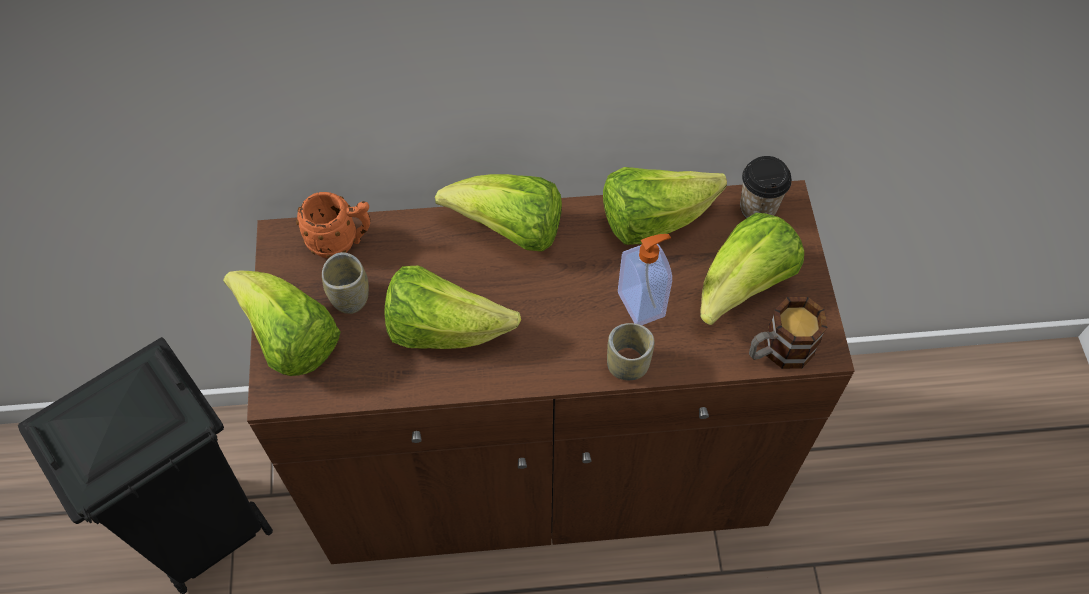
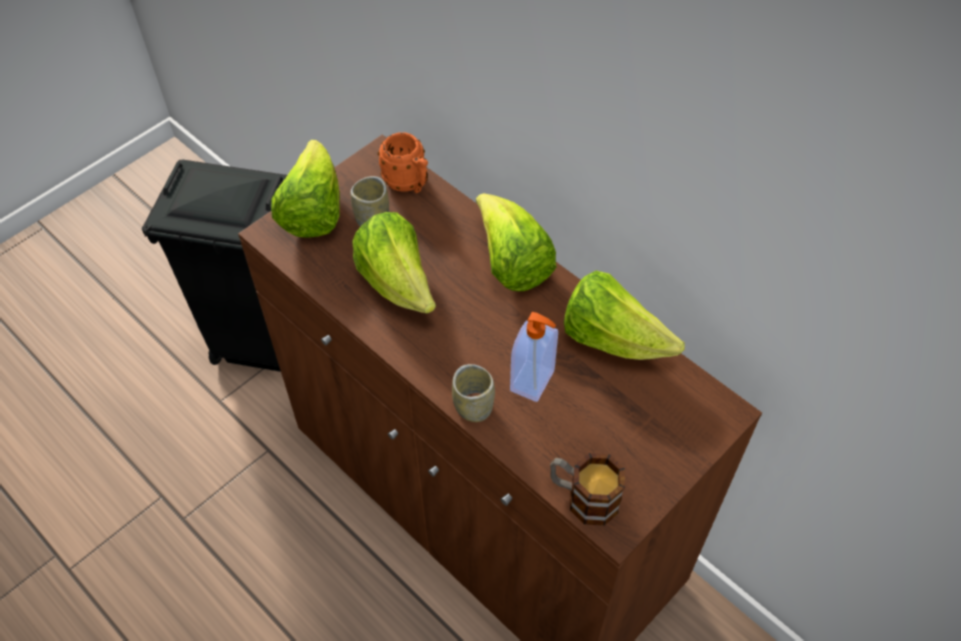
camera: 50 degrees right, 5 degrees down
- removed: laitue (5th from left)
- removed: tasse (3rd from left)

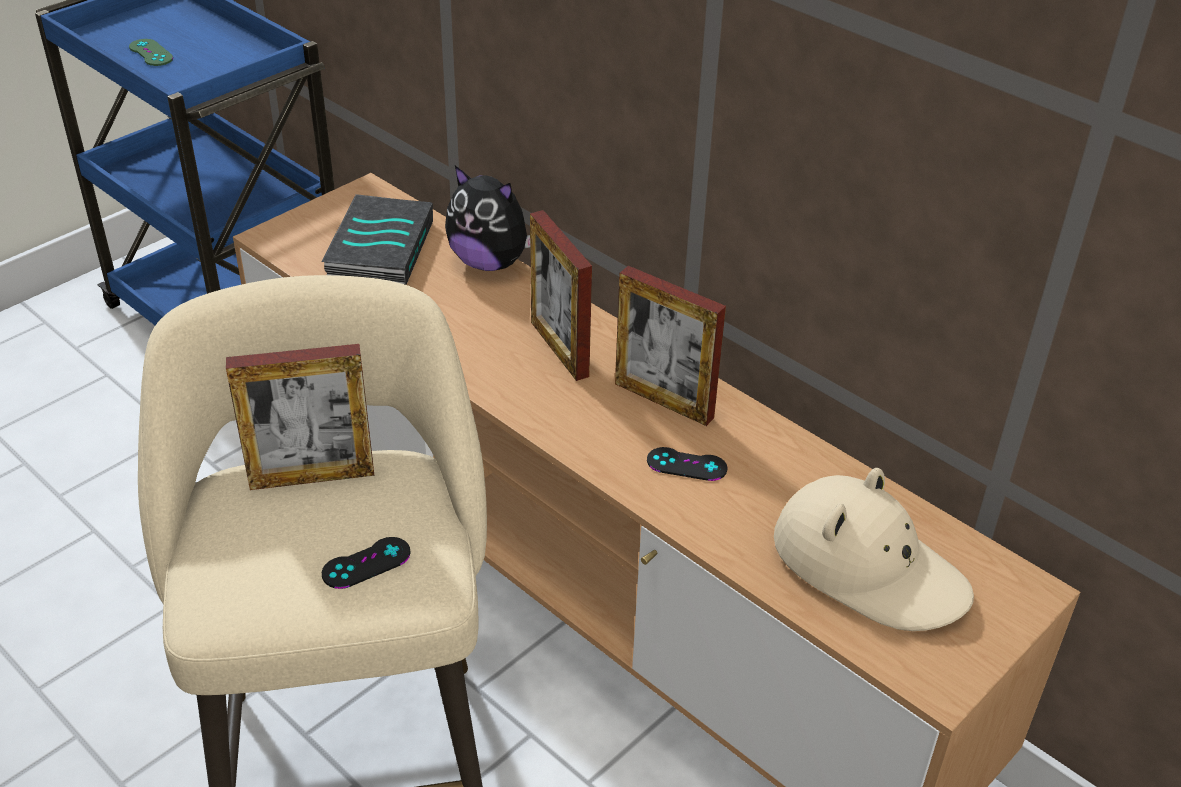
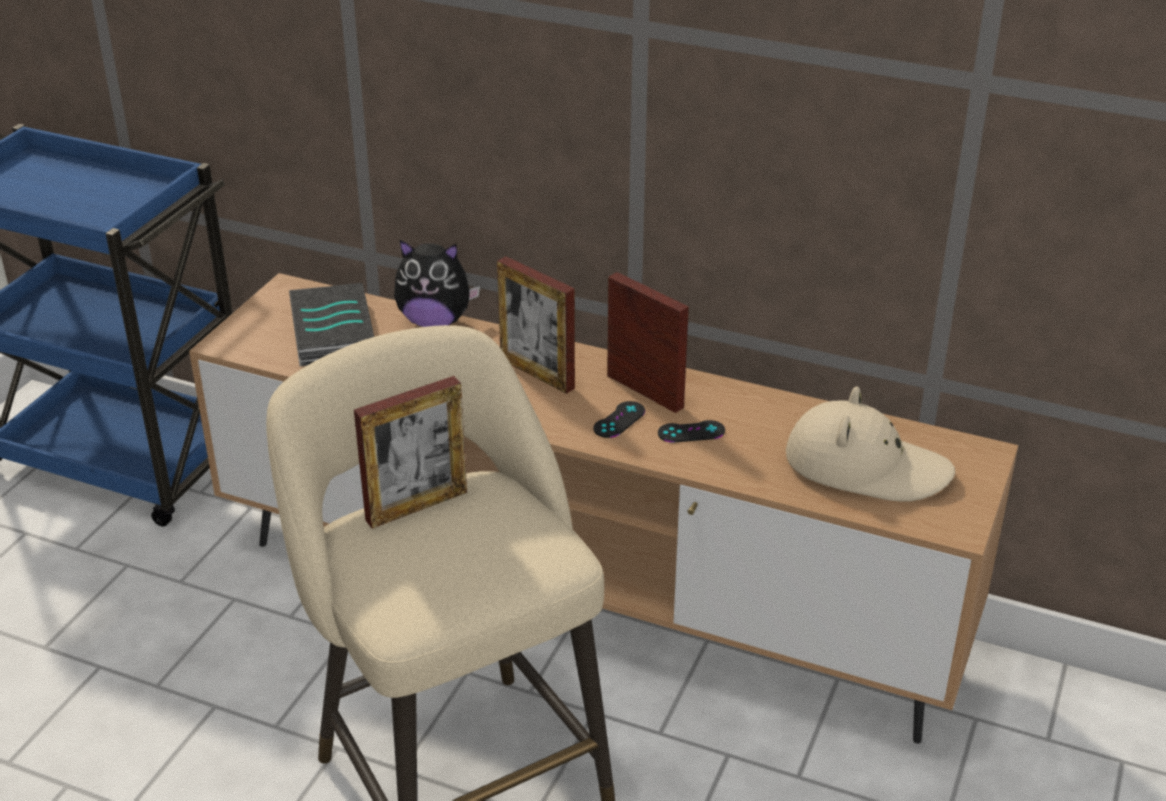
camera: 20 degrees left, 5 degrees down
- removed: manette/vert
- moved: manette/noir (1st from left)
- turned: cadre photo (3rd from left) 150 degrees counterclockwise

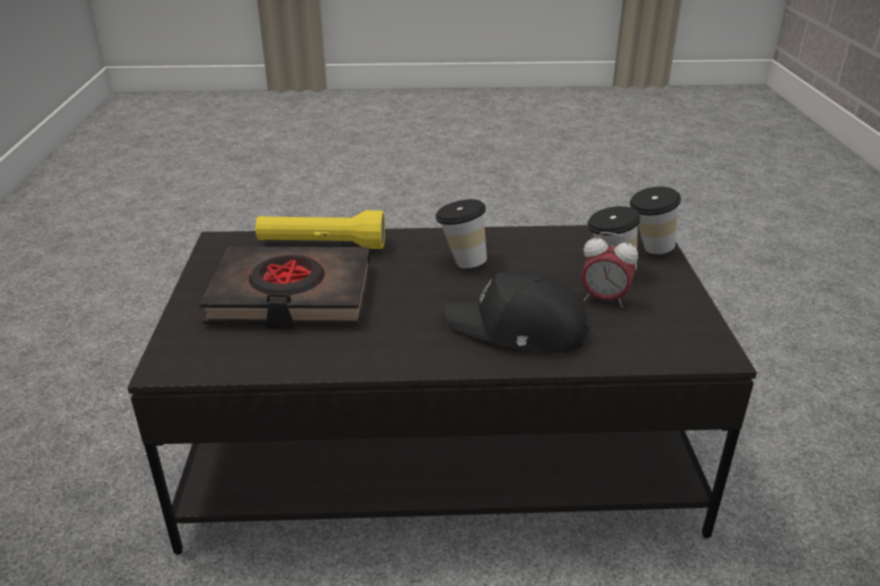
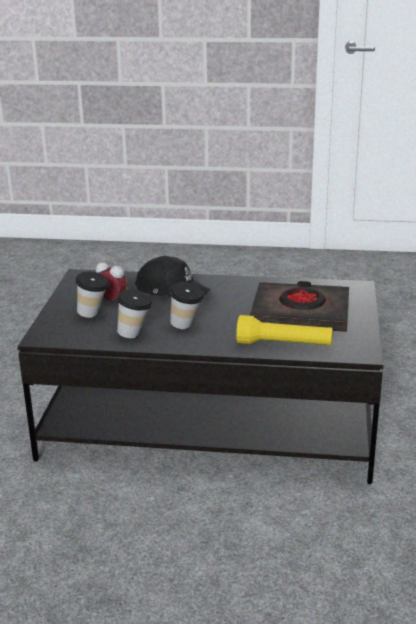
camera: 170 degrees left, 5 degrees down
- moved: tasse (3rd from left in the first image) to tasse (2nd from left)

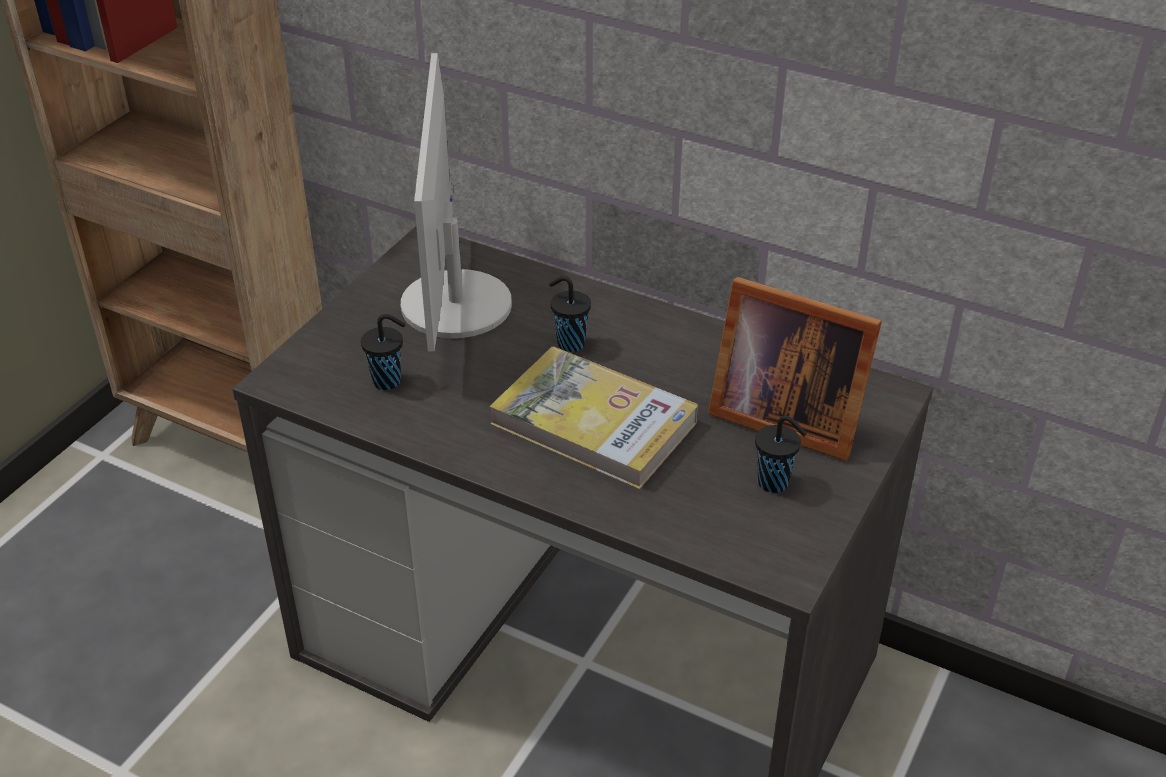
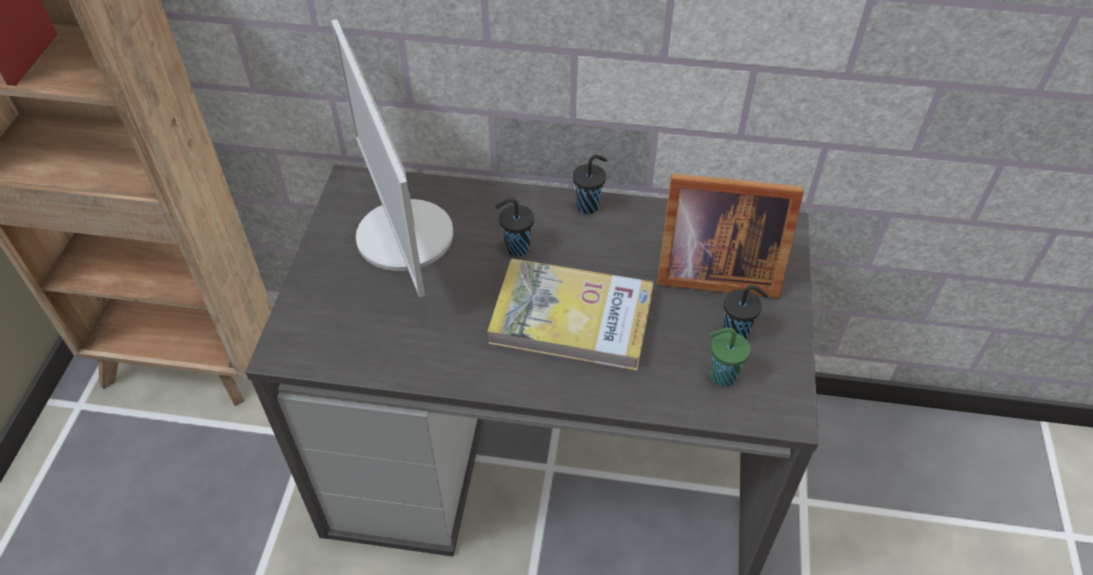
camera: 20 degrees left, 10 degrees up
- moved: tasse/noir (1st from left in the first image) to tasse/noir (2nd from left)
- added: tasse/vert

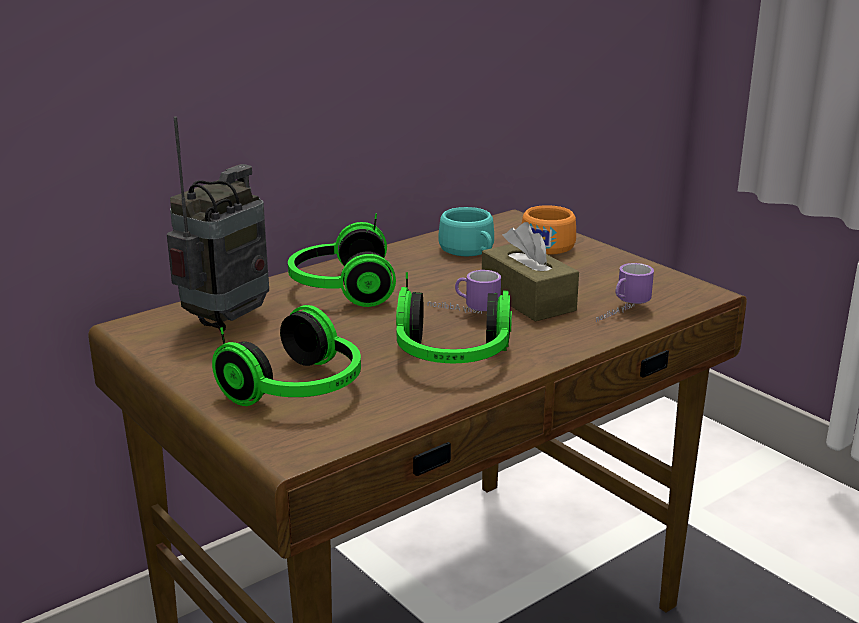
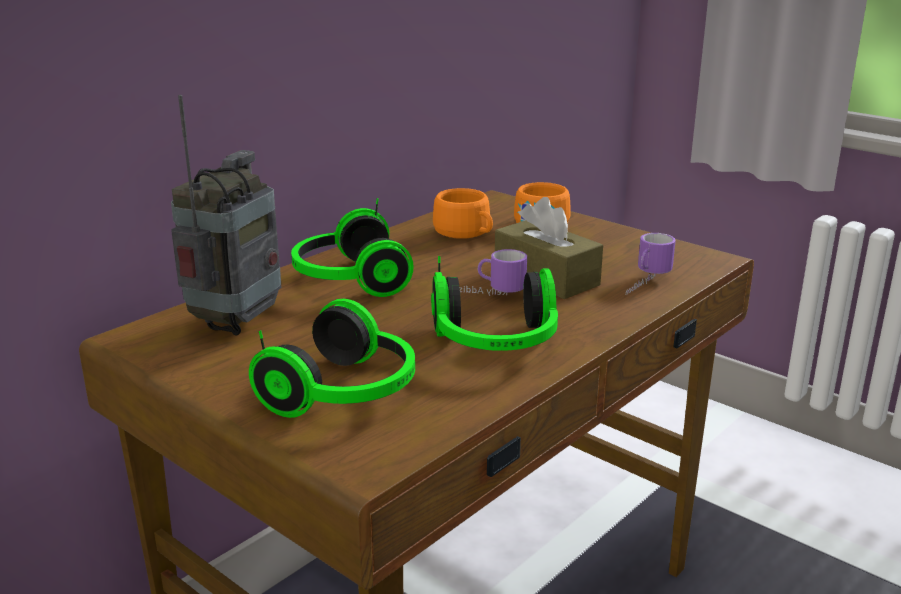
camera: 10 degrees left, 0 degrees up
- recoloured: tasse/turquoise to tasse/orange (1st from left)

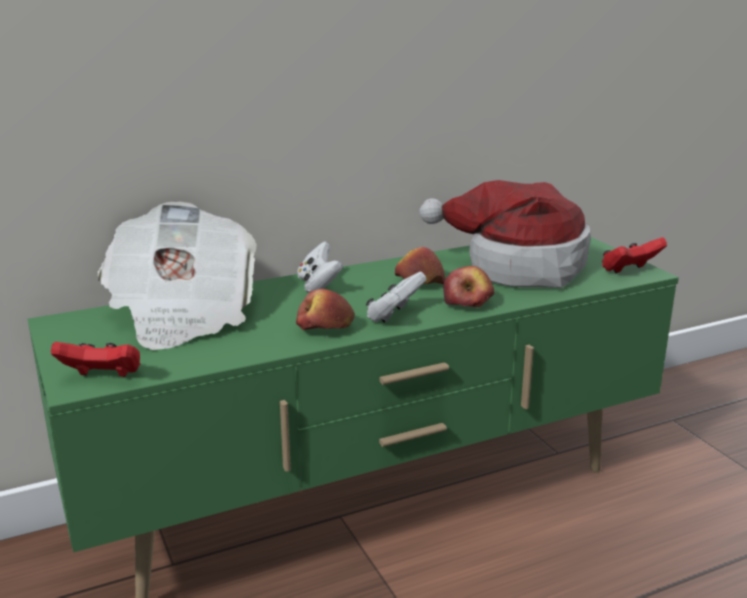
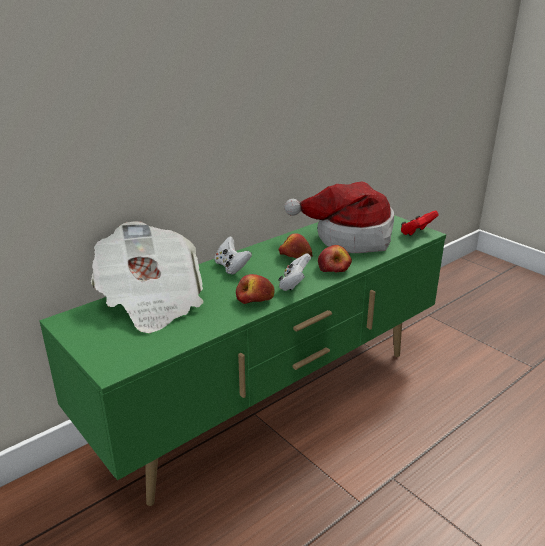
camera: 15 degrees left, 5 degrees up
- removed: manette/rouge (1st from left)

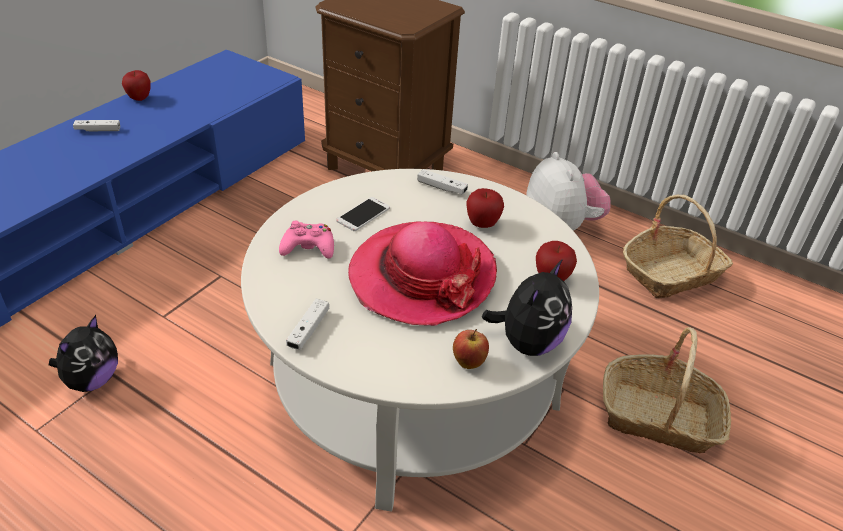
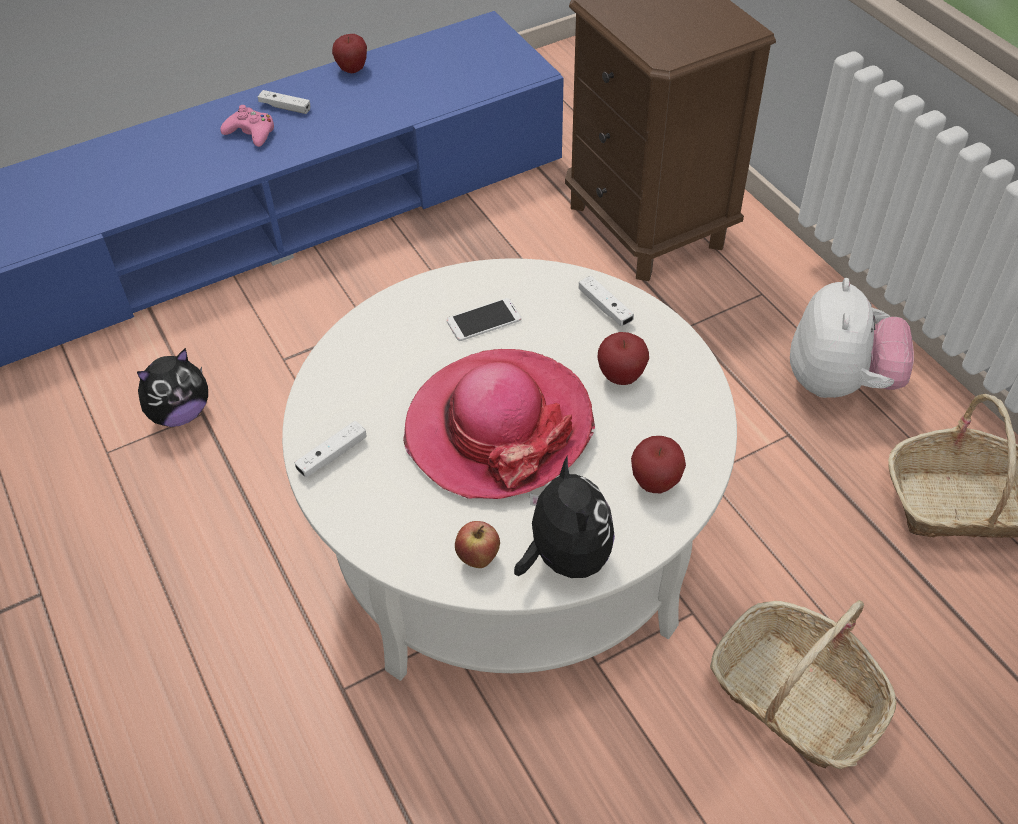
camera: 30 degrees right, 10 degrees up
- moved: manette/rose
- turned: peluche (2nd from left) 75 degrees counterclockwise

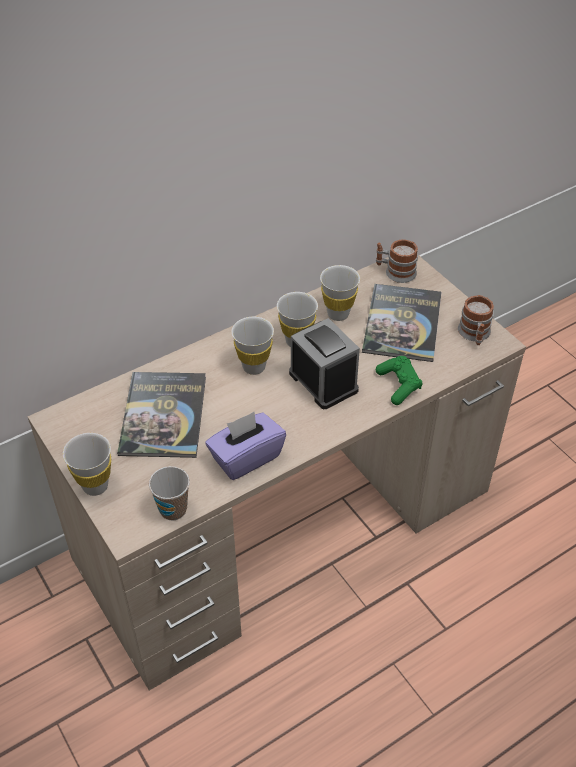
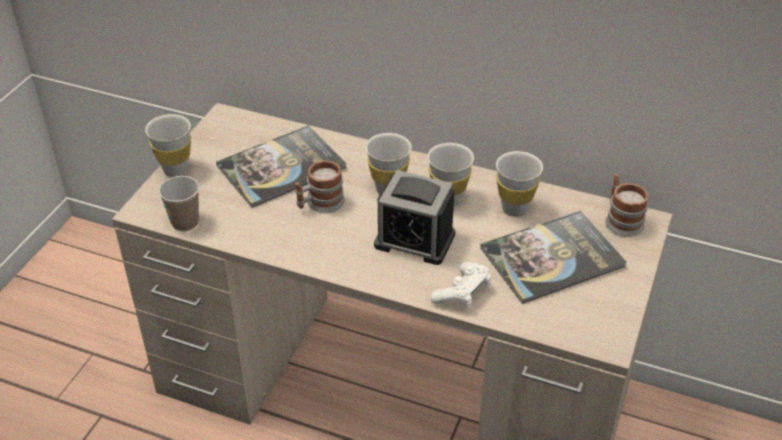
camera: 55 degrees right, 5 degrees down
- removed: boîte à mouchoirs/violet
- turned: réveil 90 degrees clockwise
- recoloured: manette/vert to manette/blanc
- moved: mug (2nd from left in the first image) to mug (1st from left)

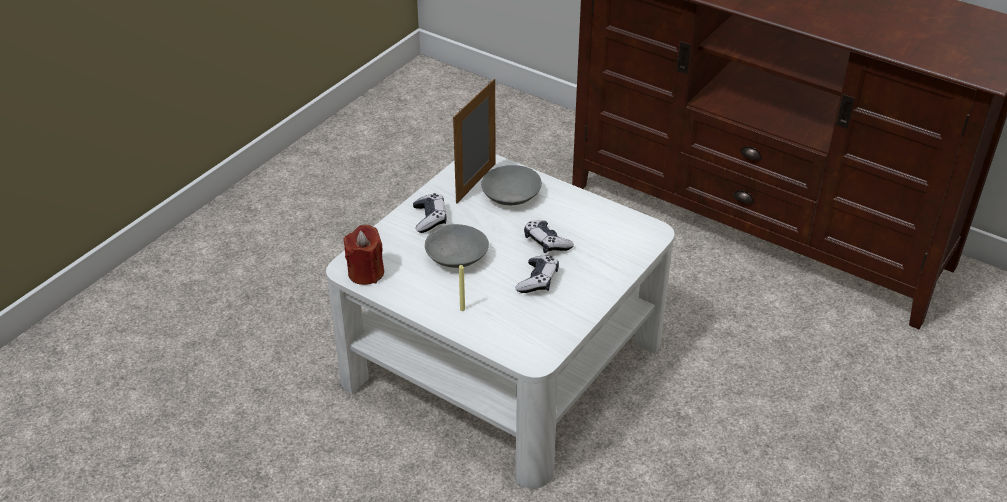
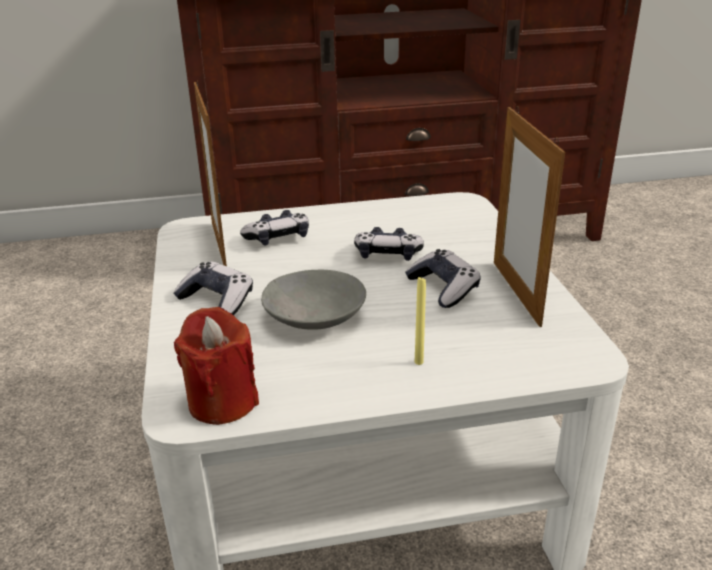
camera: 45 degrees left, 10 degrees down
- replaced: bol/gris (2nd from left) to manette (2nd from left)
- added: cadre photo (2nd from left)

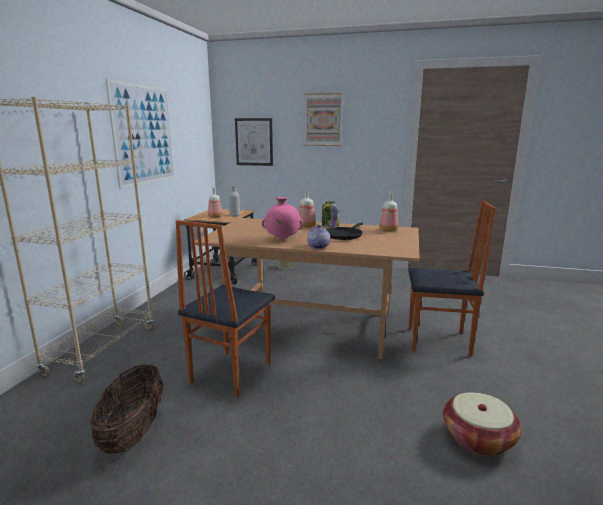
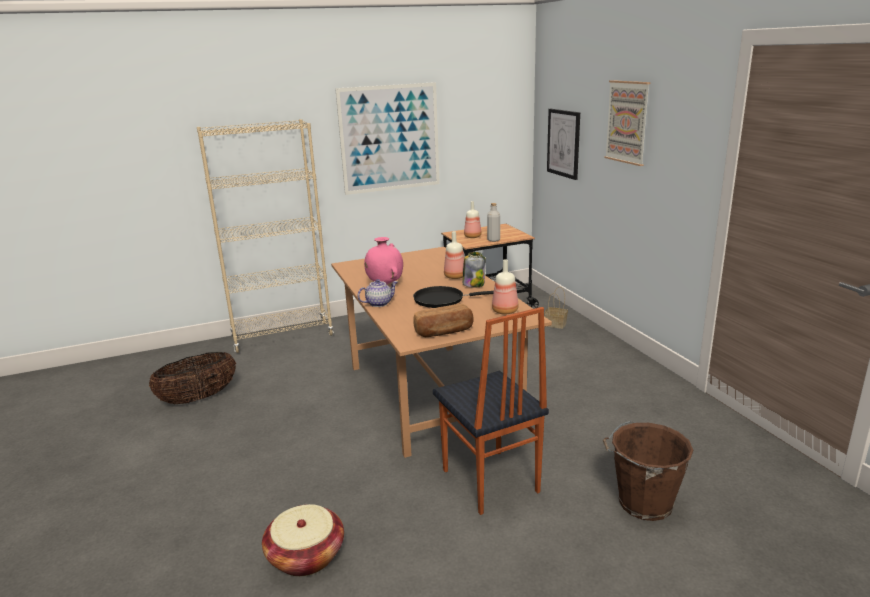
camera: 55 degrees right, 5 degrees up
- removed: chaise (1st from left)
- added: pain
- added: seau/marron

